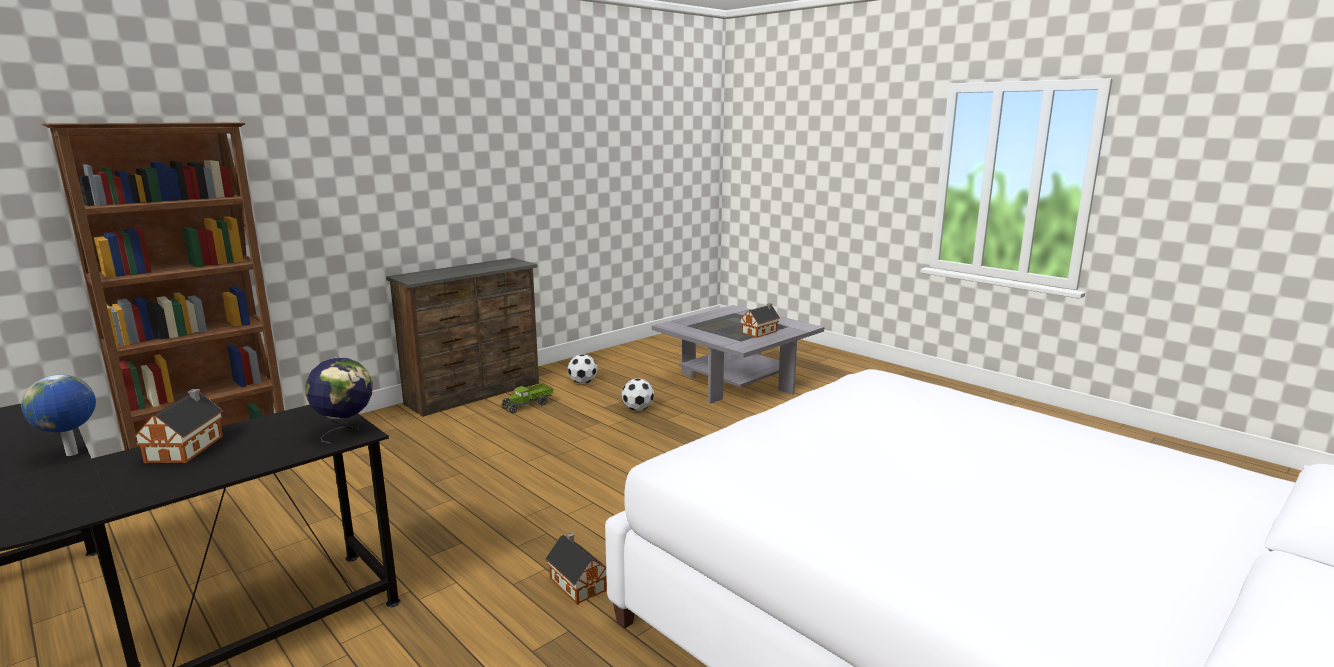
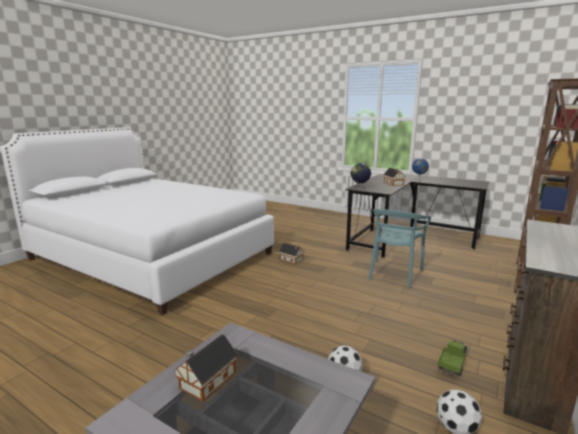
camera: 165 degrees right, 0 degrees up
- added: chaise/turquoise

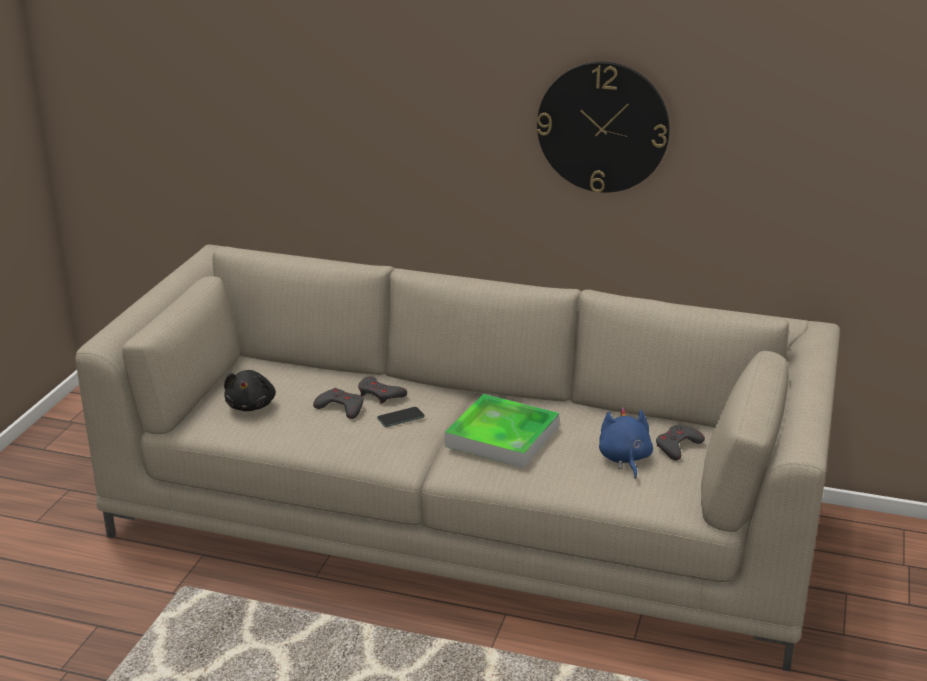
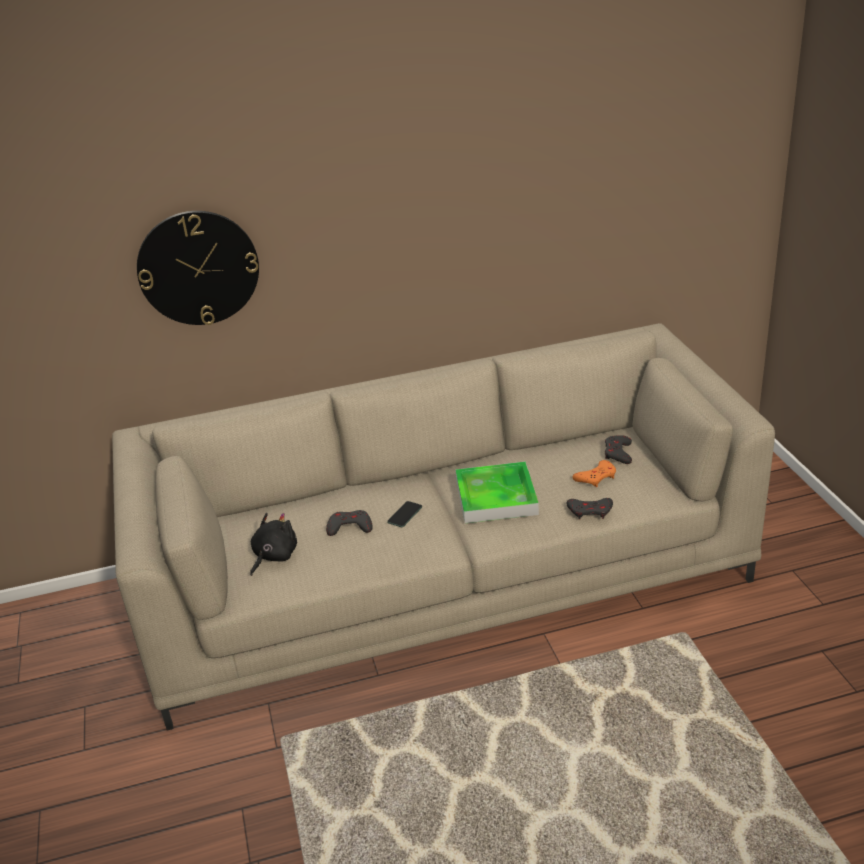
camera: 30 degrees left, 5 degrees up
- turned: peluche/noir 120 degrees counterclockwise
- moved: manette/gris (2nd from left)
- moved: horloge murale
- replaced: peluche/bleu to manette/orange

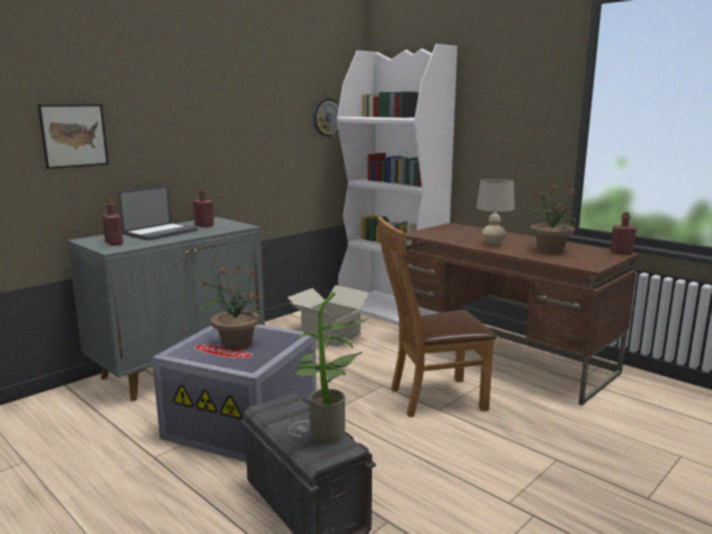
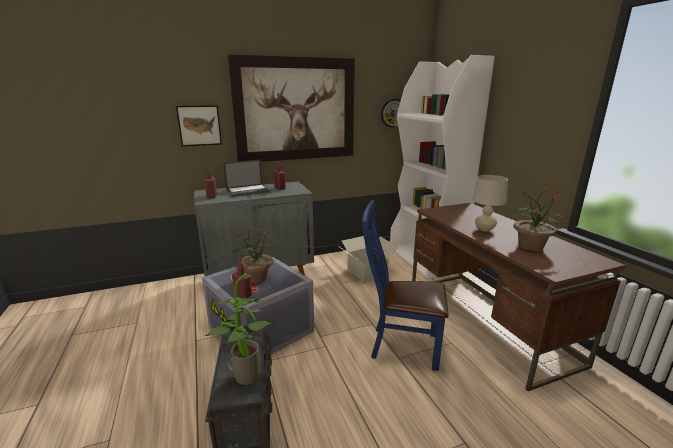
camera: 25 degrees right, 5 degrees up
- recoloured: chaise/marron to chaise/bleu
- moved: bouteille/rouge (3rd from left in the first image) to bouteille/rouge (2nd from left)
- added: tableau (2nd from left)

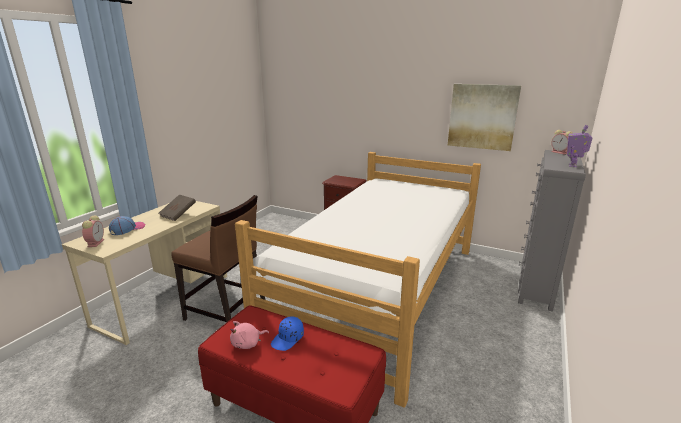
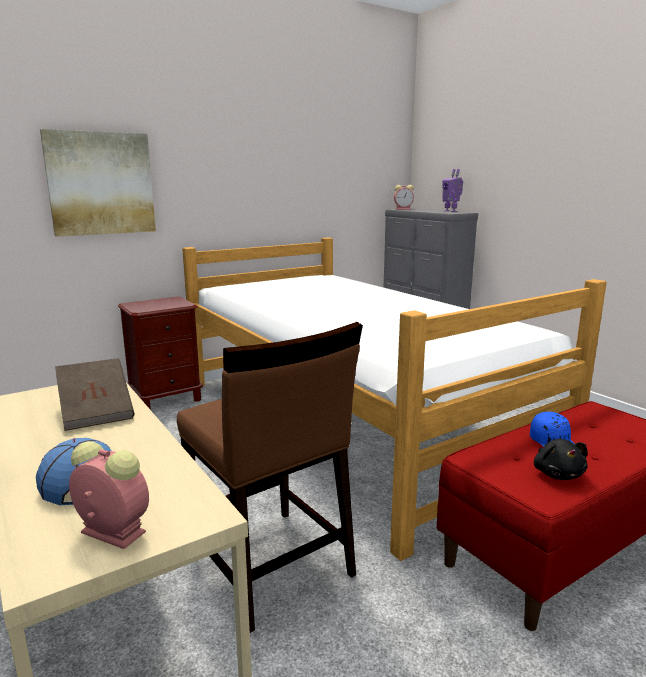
camera: 60 degrees left, 5 degrees down
- turned: chaise/marron 90 degrees clockwise
- recoloured: peluche/rose to peluche/noir
- moved: tableau

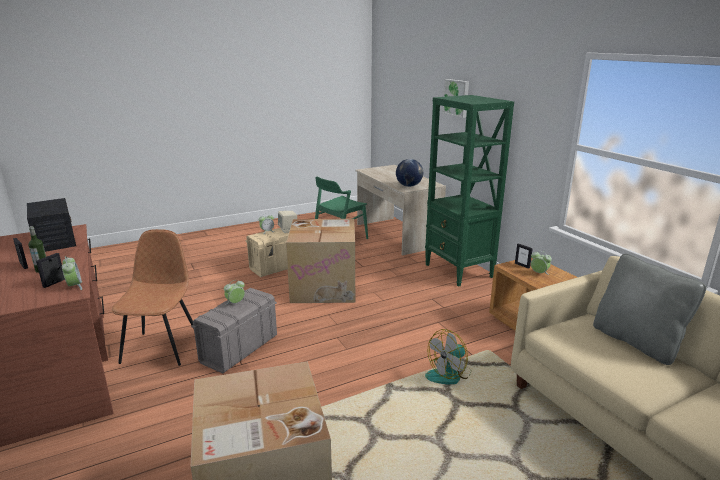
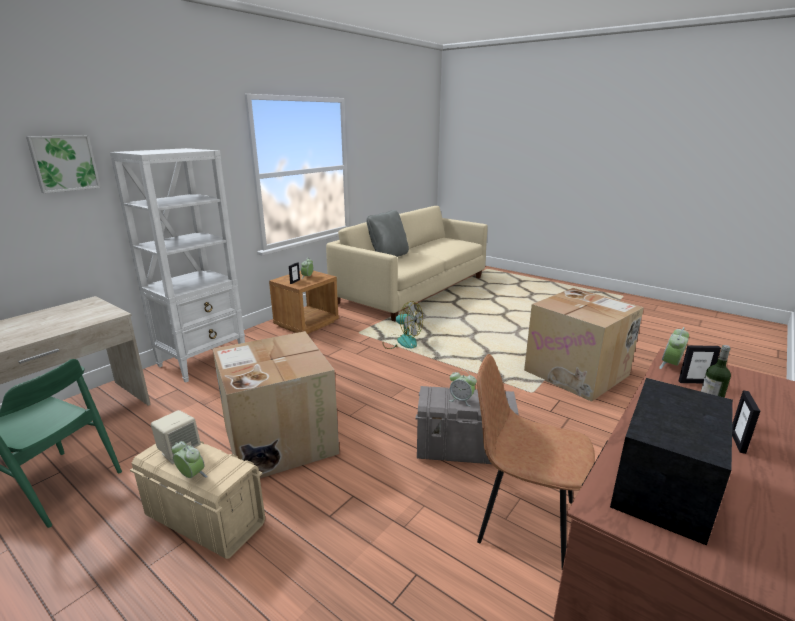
camera: 115 degrees left, 0 degrees up
- turned: chaise/marron 45 degrees clockwise
- removed: globe
- recoloured: bibliothèque/vert to bibliothèque/blanc

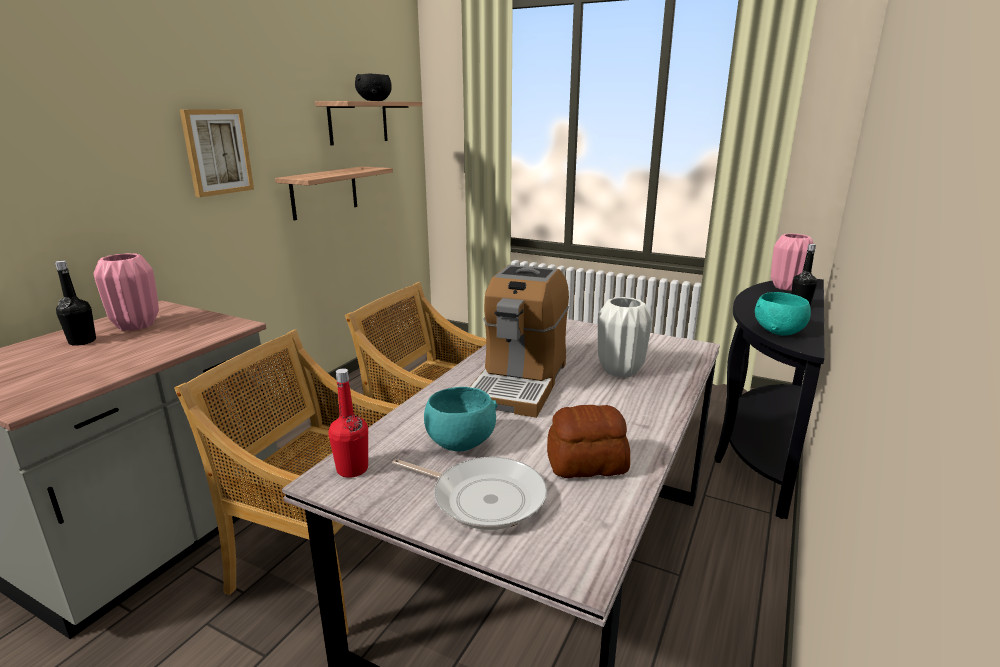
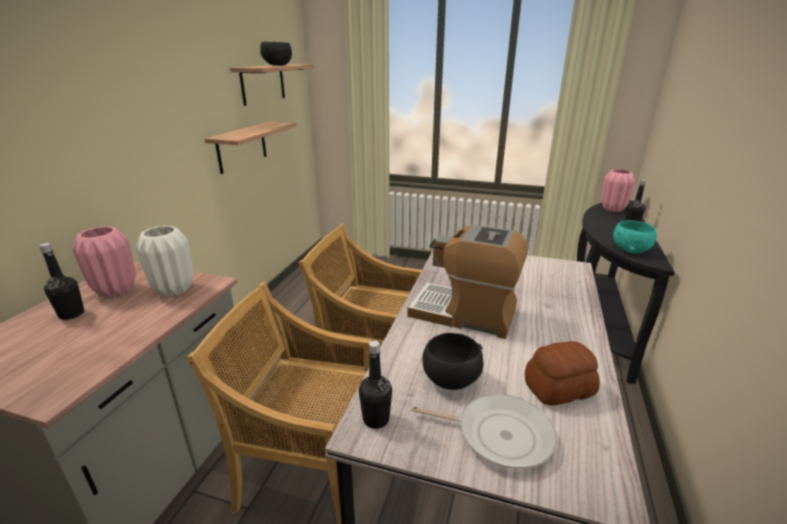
camera: 10 degrees left, 5 degrees up
- removed: tableau
- recoloured: bouteille/rouge to bouteille/noir (2nd from left)
- recoloured: bol/turquoise (1st from left) to bol/noir (2nd from left)
- turned: machine à café 105 degrees clockwise
- moved: vase/blanc

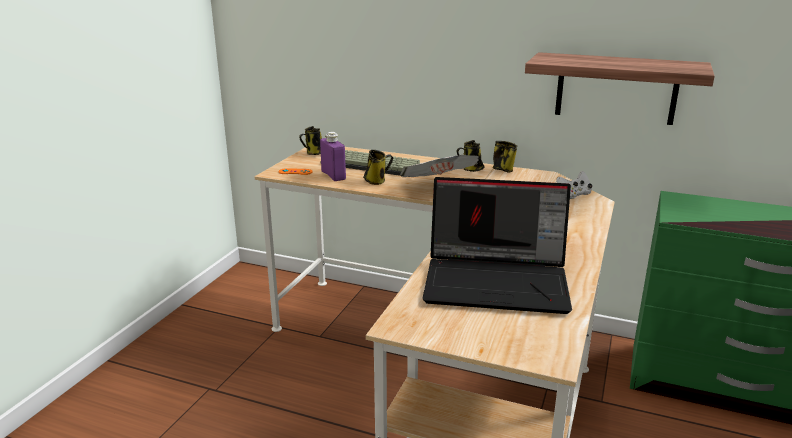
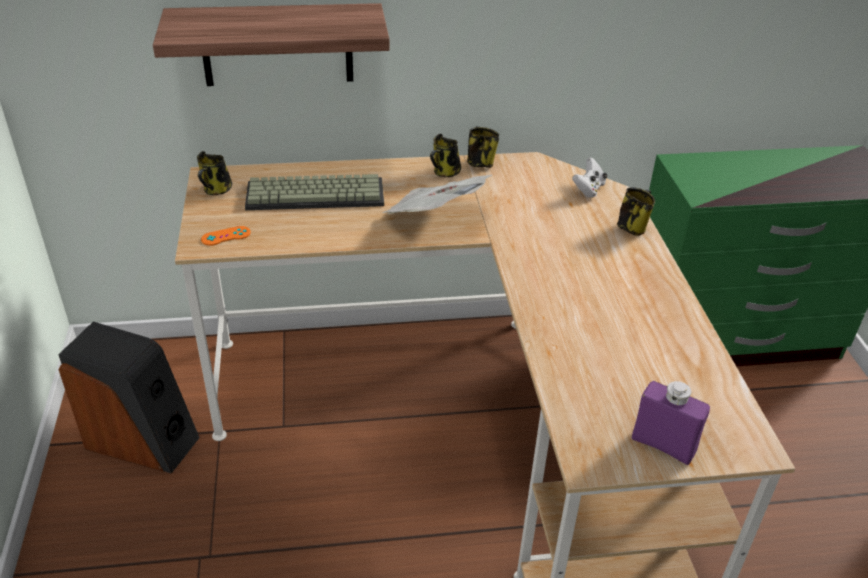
camera: 30 degrees left, 15 degrees up
- moved: bouteille/violet
- moved: mug (2nd from left in the first image) to mug (4th from left)
- removed: ordinateur portable
- moved: étagère
- added: enceinte

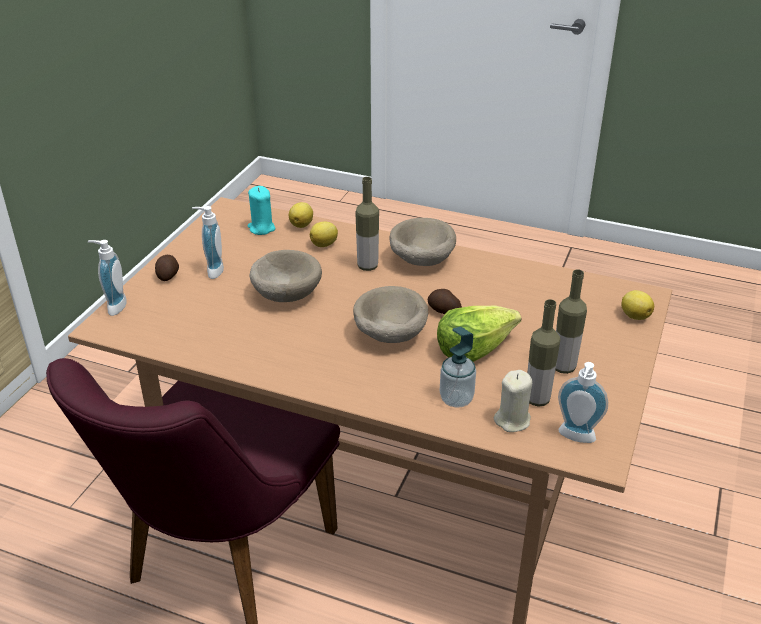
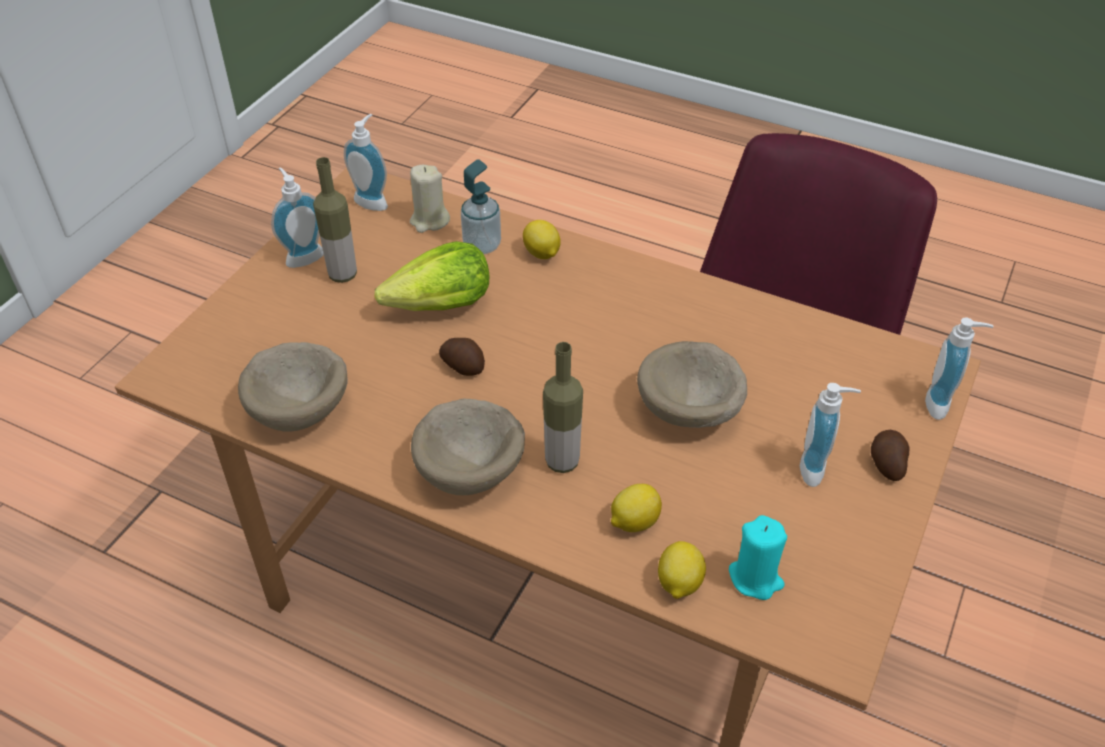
camera: 175 degrees left, 10 degrees up
- moved: bol/beige (2nd from left in the first image) to bol/beige (1st from left)
- removed: bouteille (2nd from left)
- moved: citron (3rd from left in the first image) to citron (1st from left)
- added: distributeur de savon (1st from left)

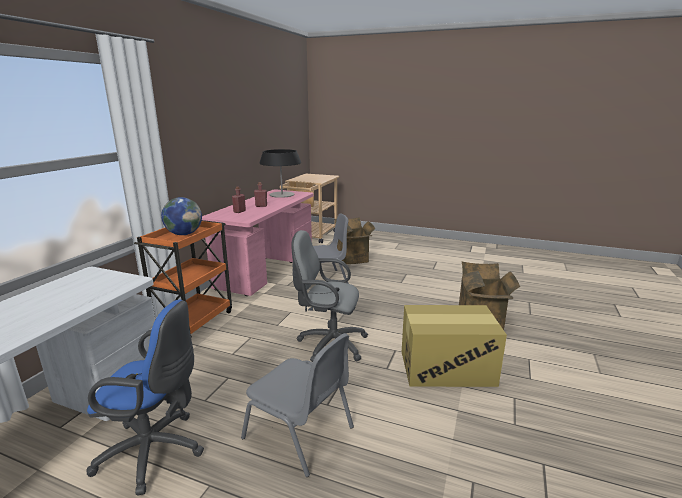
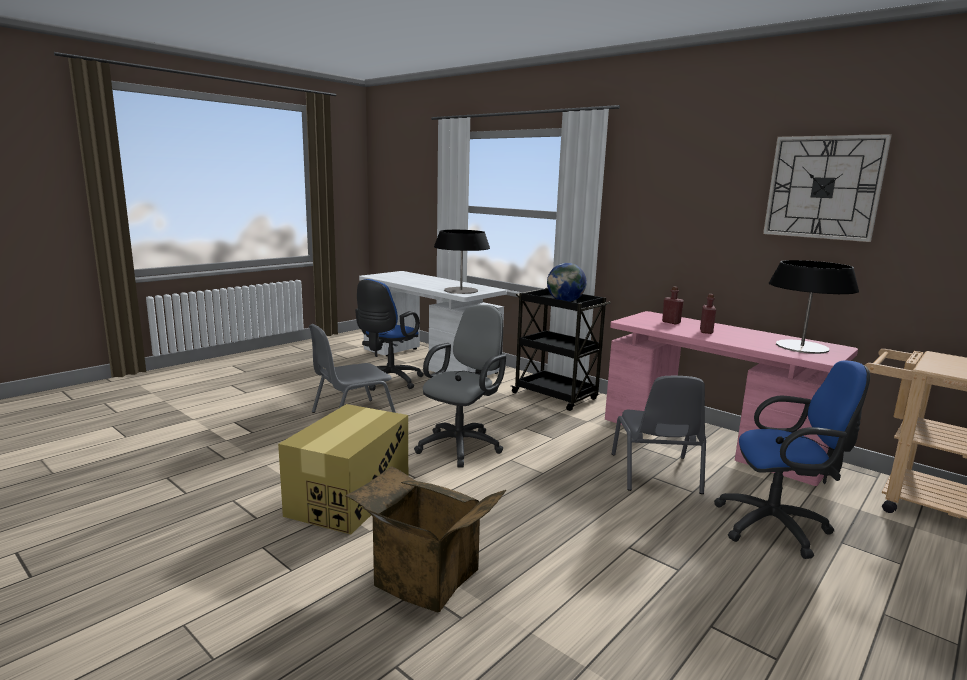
camera: 110 degrees right, 5 degrees down
- recoloured: chariot/orange to chariot/noir
- replaced: carton (1st from left) to chaise de bureau/bleu (2nd from left)
- added: lampe de table (1st from left)
- added: horloge murale

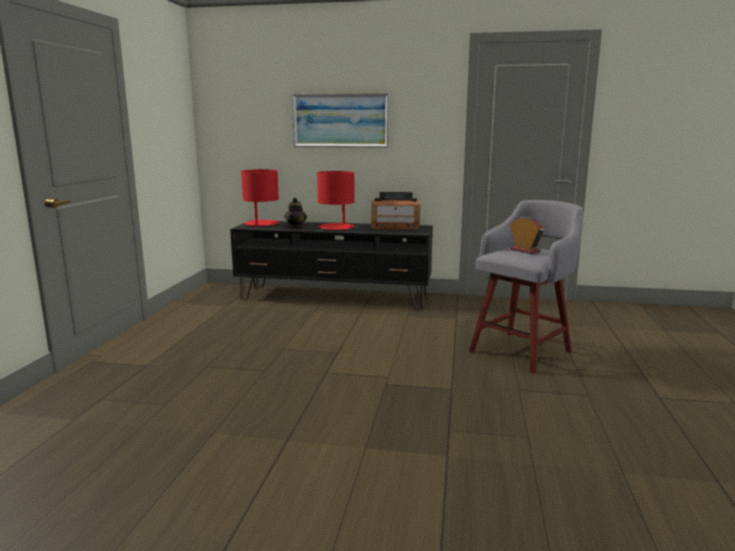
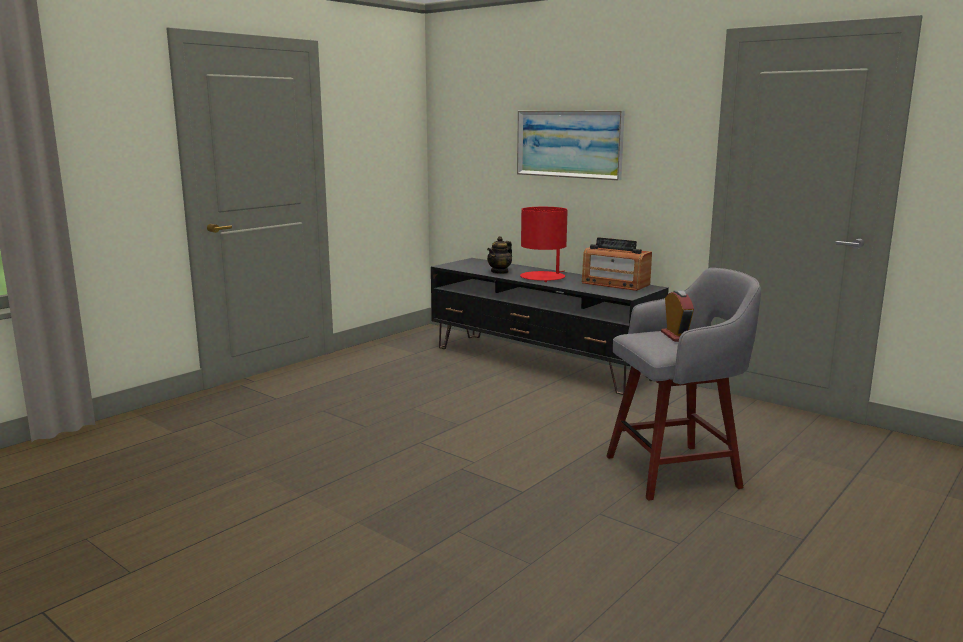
camera: 30 degrees right, 0 degrees up
- removed: lampe de table/rouge (1st from left)

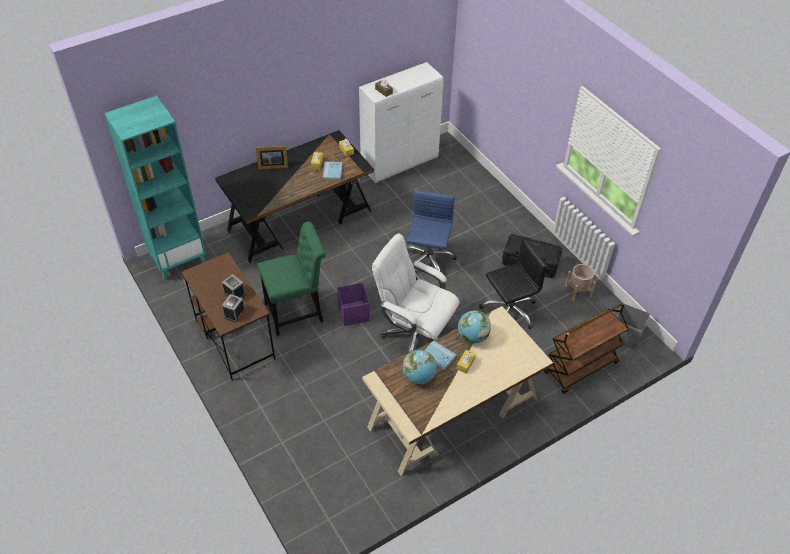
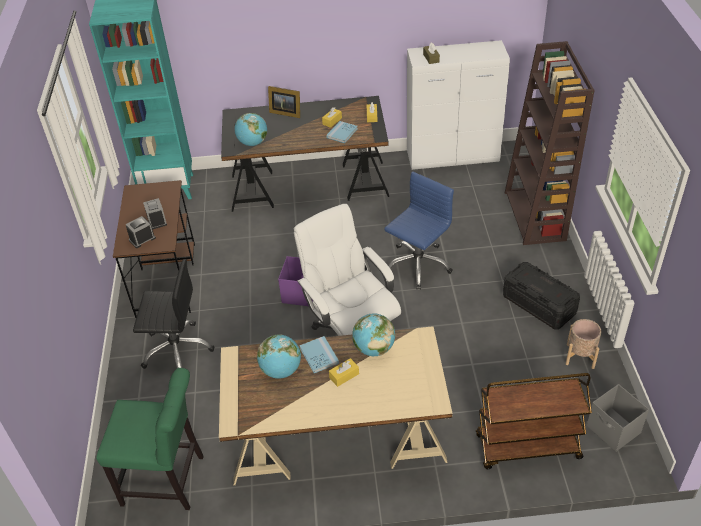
camera: 30 degrees right, 5 degrees down
- moved: chaise/vert
- moved: chaise de bureau/noir
- added: globe (1st from left)
- added: bibliothèque/marron

